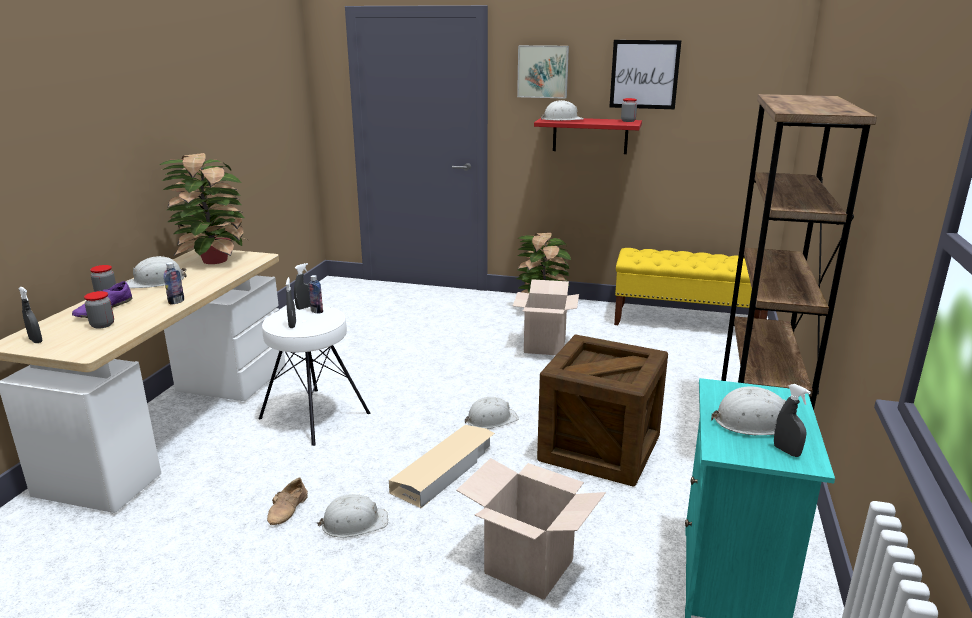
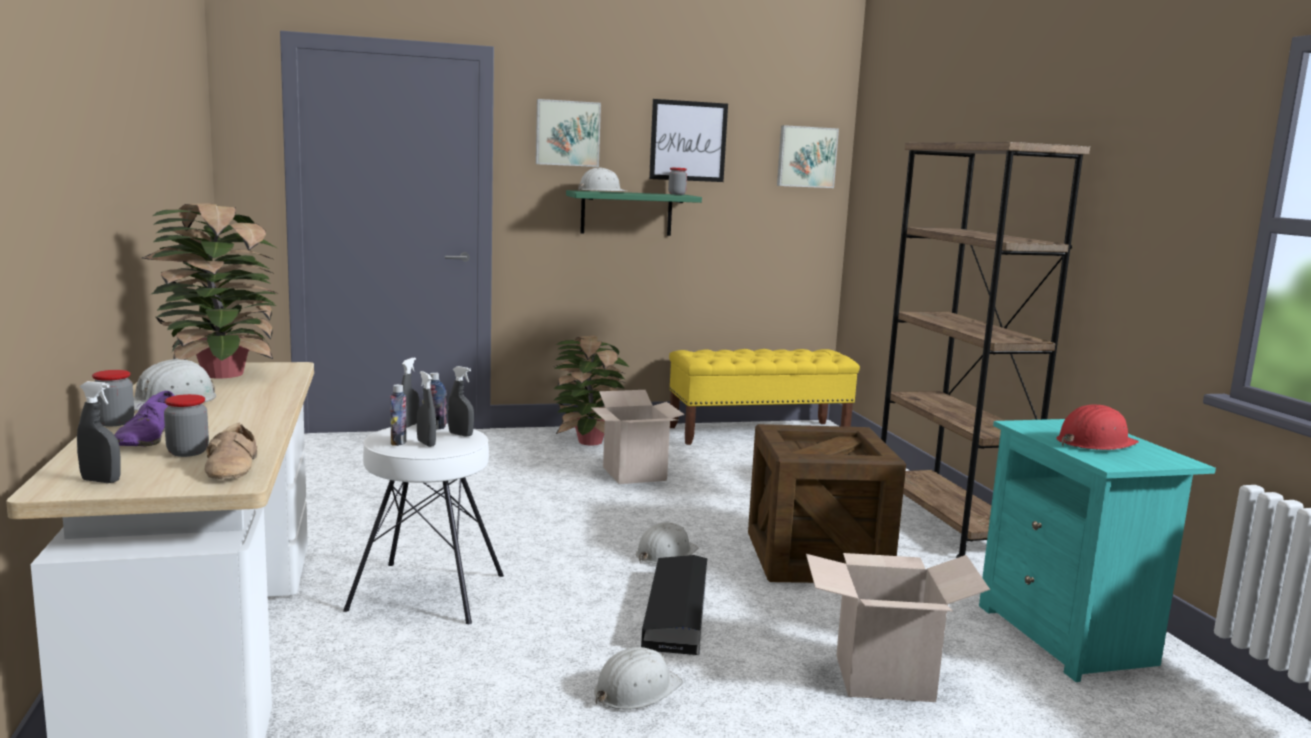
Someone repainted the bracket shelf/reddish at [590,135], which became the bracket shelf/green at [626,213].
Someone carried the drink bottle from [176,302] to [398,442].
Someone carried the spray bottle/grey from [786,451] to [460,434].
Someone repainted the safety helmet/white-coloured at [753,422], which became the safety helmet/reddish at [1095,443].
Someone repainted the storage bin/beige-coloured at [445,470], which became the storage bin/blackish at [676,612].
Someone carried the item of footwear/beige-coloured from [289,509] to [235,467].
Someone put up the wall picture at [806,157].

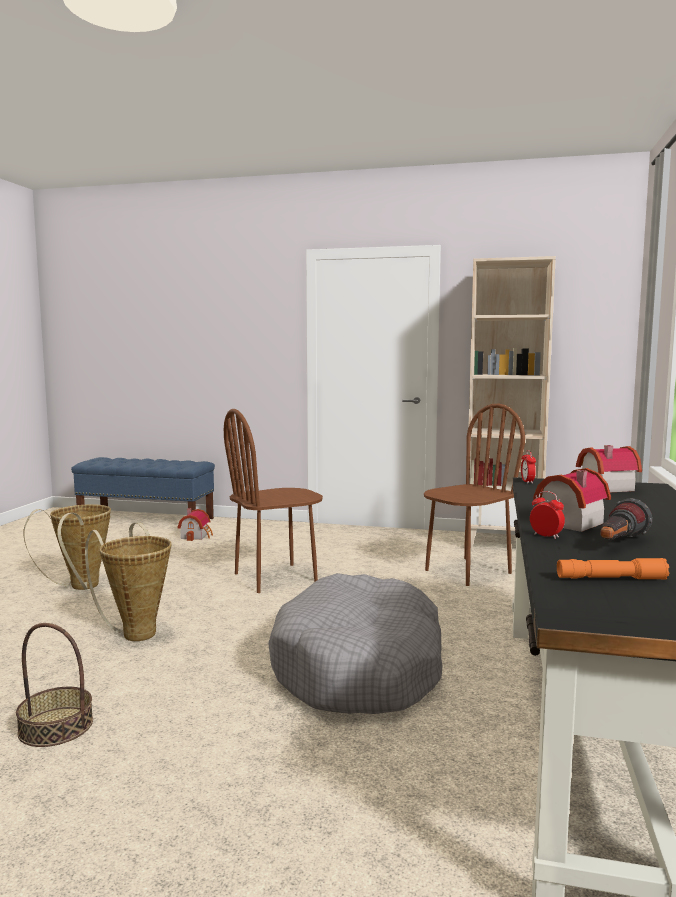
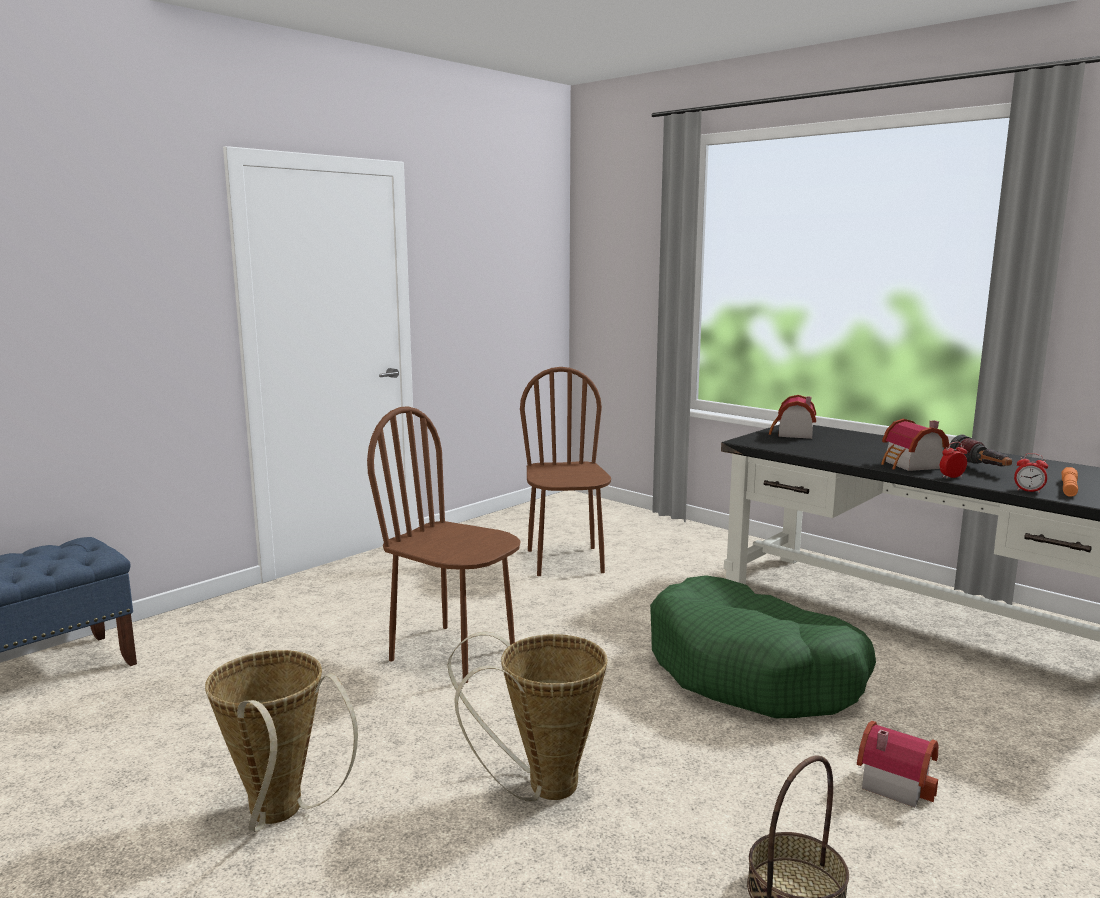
Someone took away the bookshelf/beige-coloured at [503,543].
Someone rotated the plain chair/brown-coloured at [275,577] by 120 degrees clockwise.
Someone carried the bedside clock from [527,482] to [1028,491].
Someone carried the miniature house from [196,536] to [894,782].
Someone repainted the dog bed/grey at [359,667], which became the dog bed/green at [753,672].

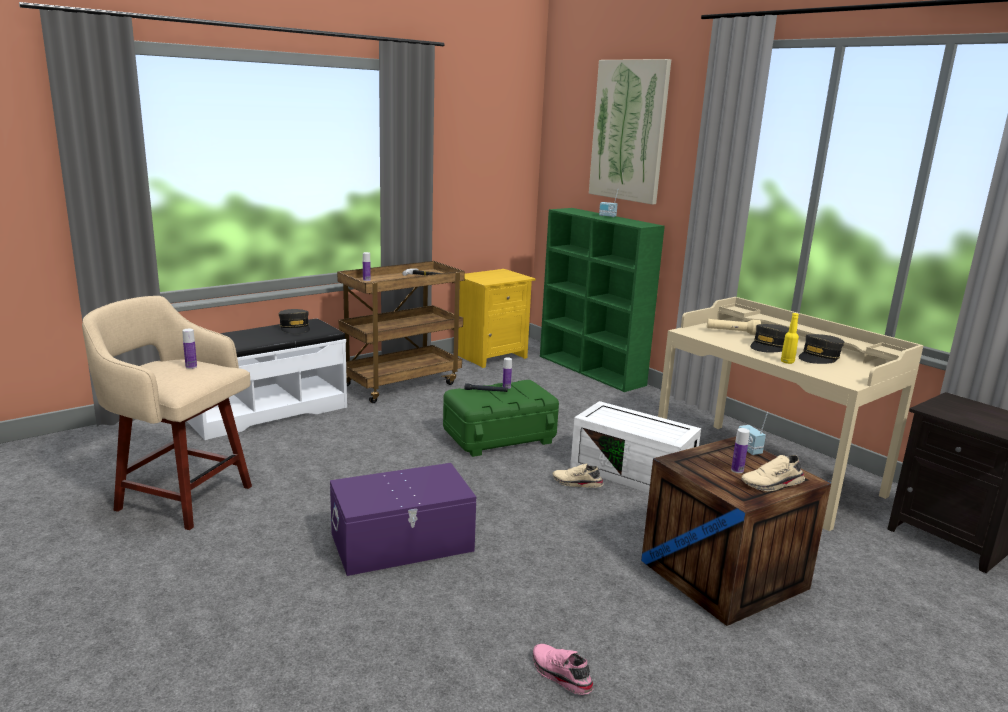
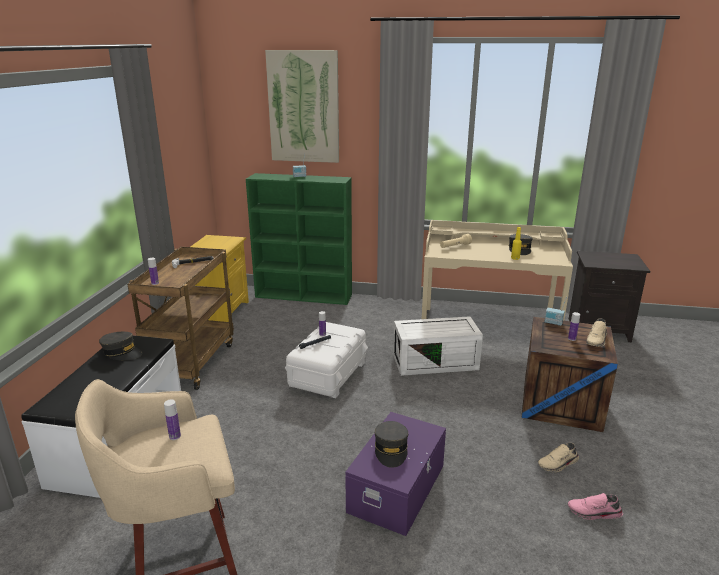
Someone carried the baseball cap/grey from [769,346] to [391,449].
Someone repainted the storage bin/green at [499,436], which became the storage bin/white-coloured at [327,374].
Someone carried the item of footwear/beige-coloured from [577,483] to [558,464].

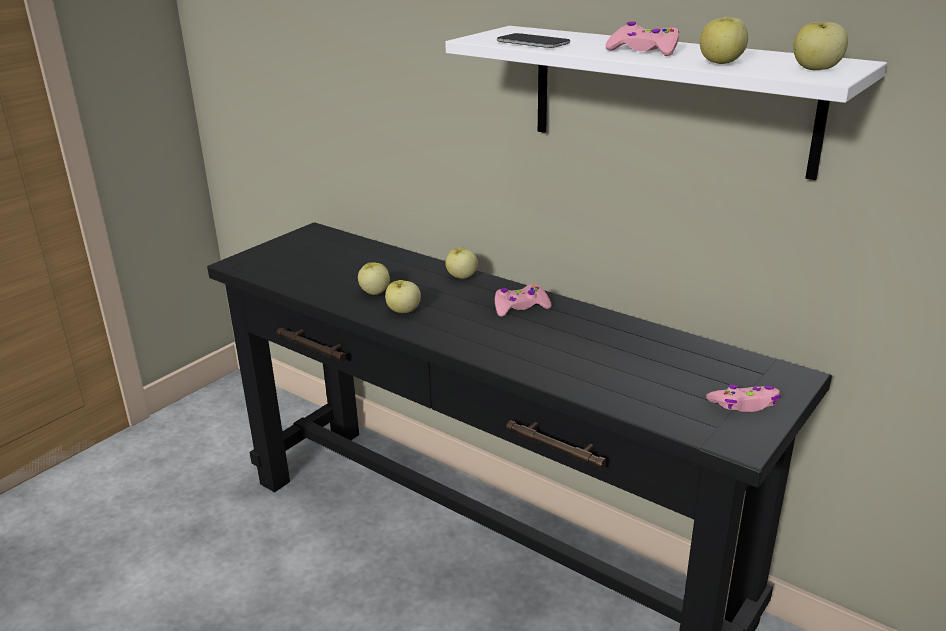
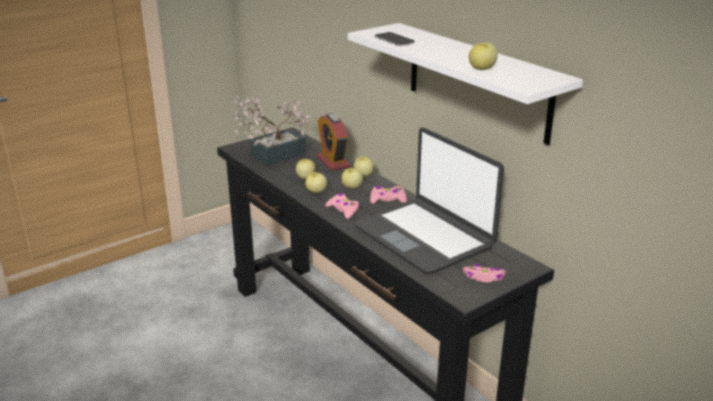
Someone carried the gamepad/pink from [643,50] to [343,210].
Someone carried the apple fruit from [815,69] to [352,187].
Someone put down the plant in a pot at [272,156].
Someone put down the bedside clock at [333,161].
Someone put down the notebook computer at [424,237].

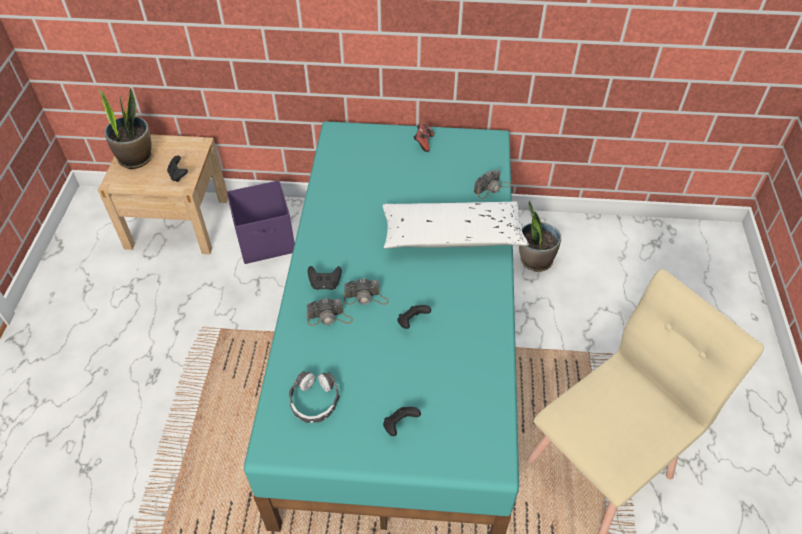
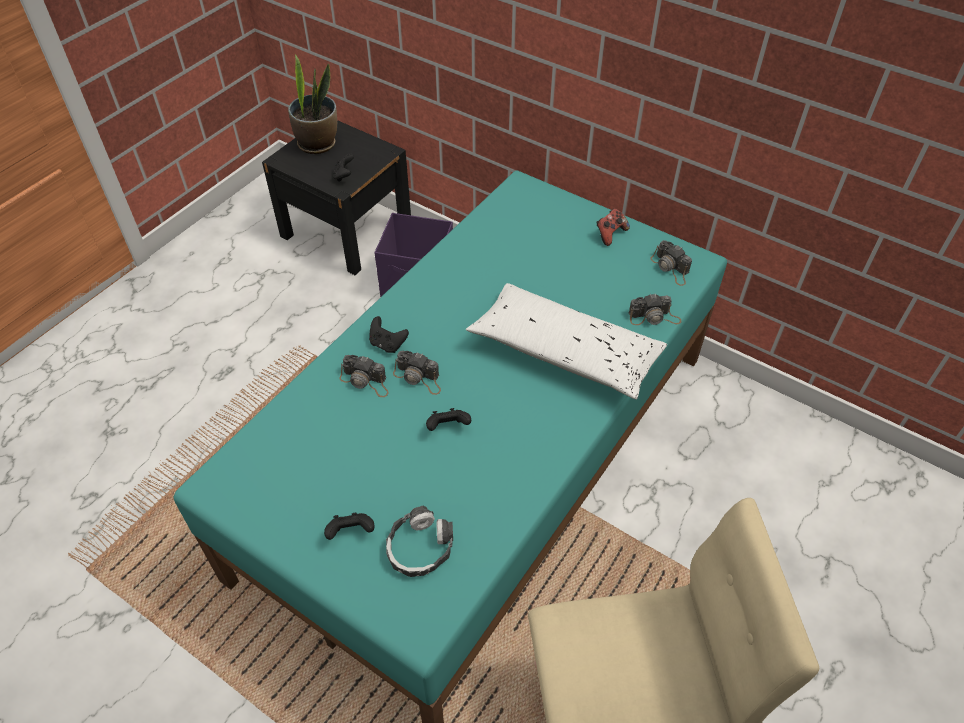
Someone repainted the bedside table/beige-coloured at [178,222], which became the bedside table/blackish at [346,230].
Someone took away the plant in a pot at [535,260].
Someone carried the headset from [314,401] to [420,548].
Someone put down the photo camera at [670,268].

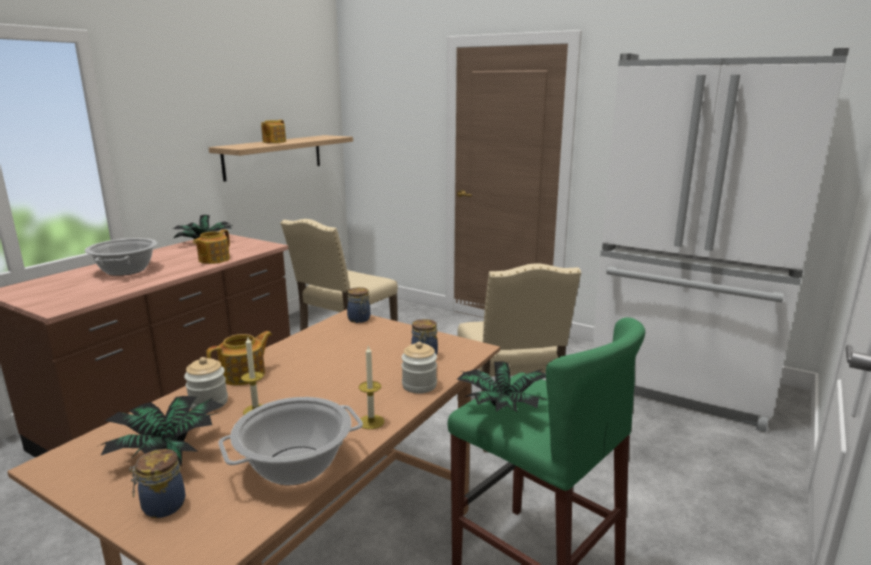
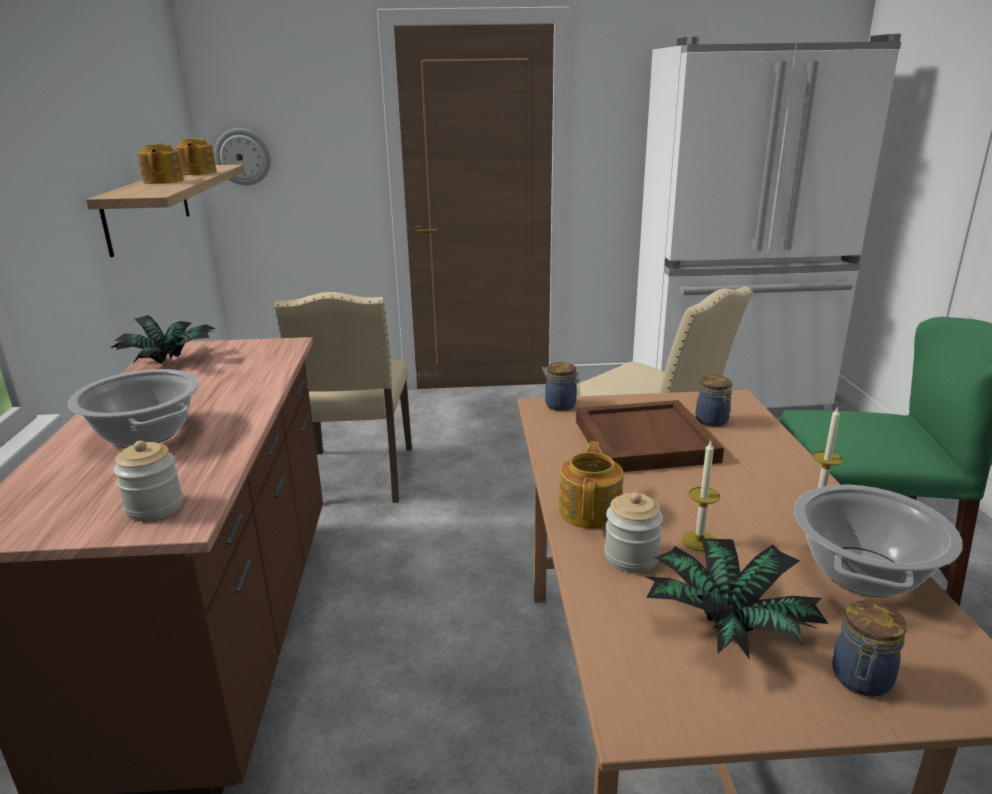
Someone carried the pot for tea from [213,260] to [197,173].
Someone carried the jar from [419,385] to [154,507].
Someone took away the plant in a pot at [501,408].
Someone put up the wall clock at [243,157].
Someone put down the serving tray/brown-coloured at [643,440].

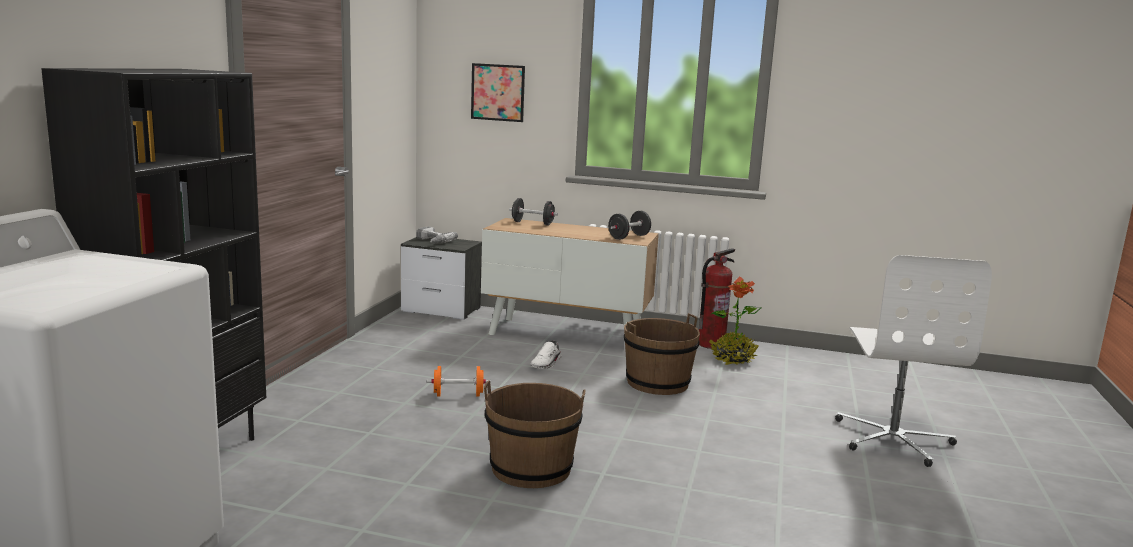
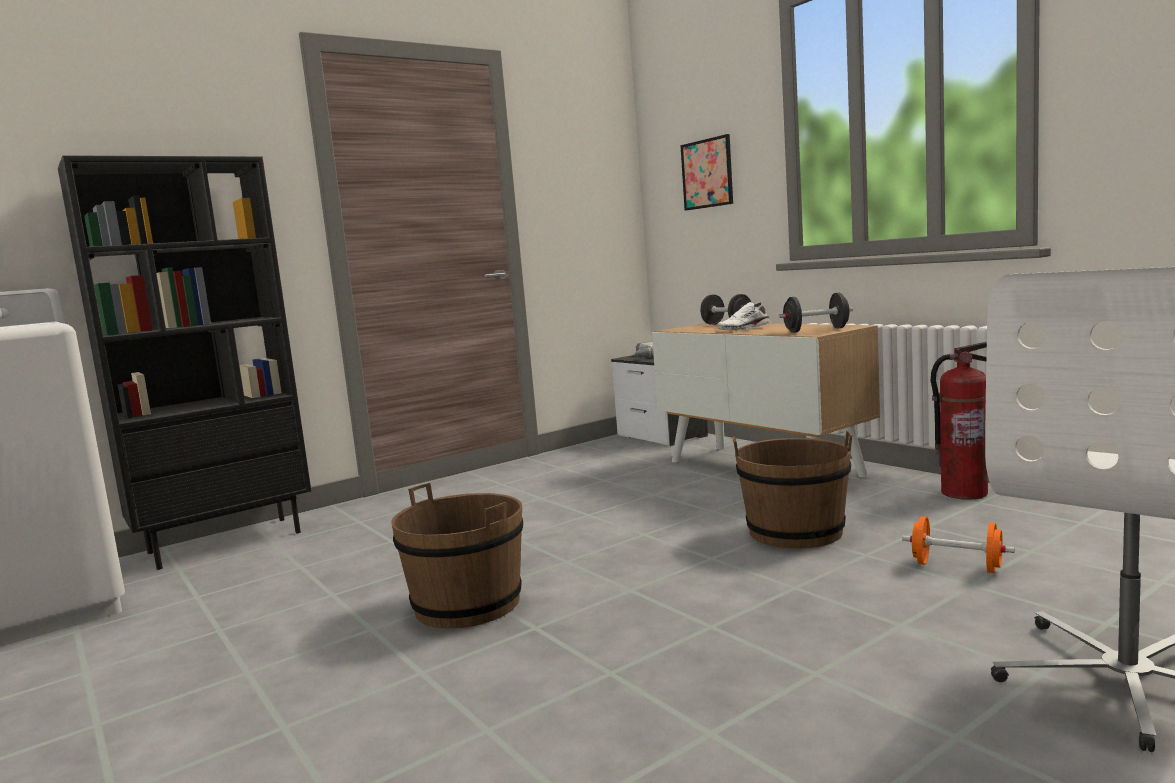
Someone took away the plant in a pot at [732,359].
Someone carried the item of footwear/white-coloured from [547,364] to [745,329].
Someone carried the hand weight/orange-coloured from [458,395] to [956,566].

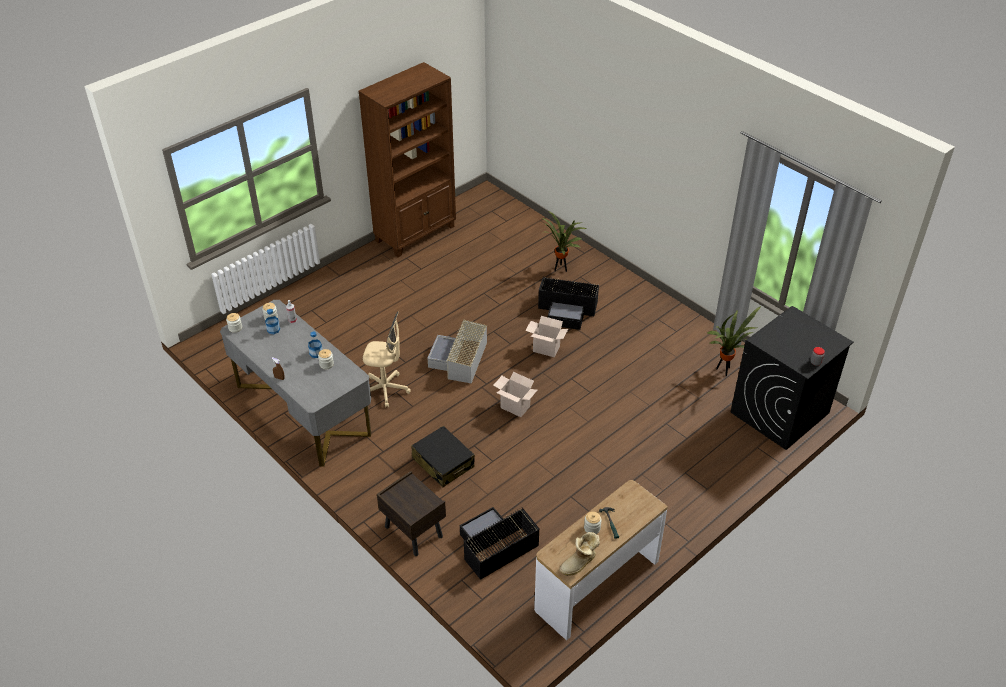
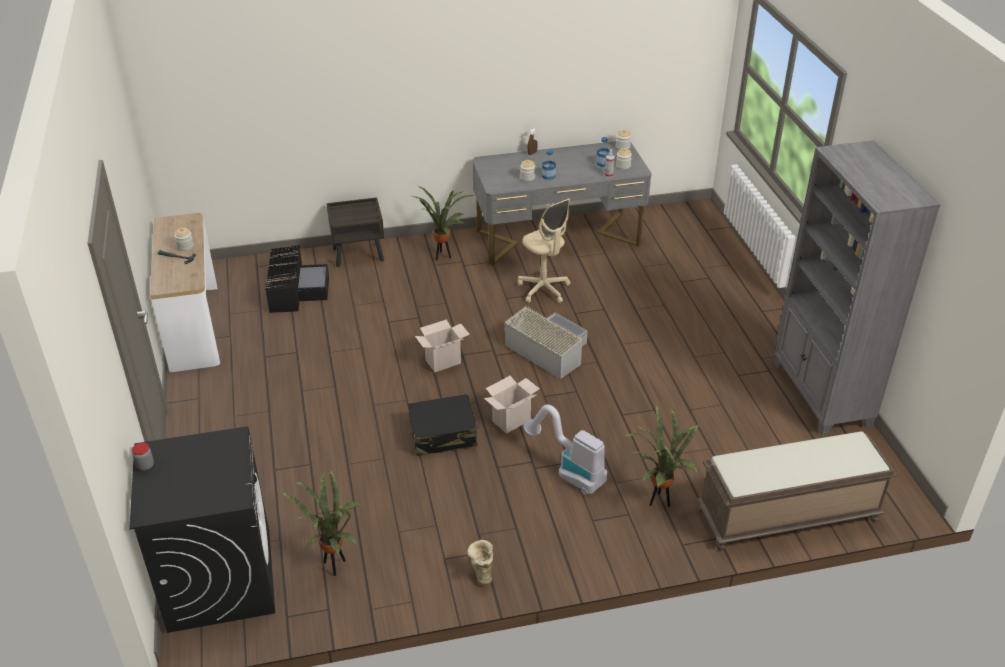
Someone repainted the bookshelf/brown-coloured at [416,233], which became the bookshelf/grey at [821,395].
Someone swapped the storage bin/blackish at [568,309] for the vacuum at [568,470].
Someone rotated the desk chair/beige-coloured at [386,390] by 75 degrees counterclockwise.
Someone carried the piece of luggage/blackish from [443,463] to [443,434].
Someone carried the high-top boot from [579,564] to [481,569].
Someone put down the plant in a pot at [443,257].
Someone put down the indoor bench/brown-coloured at [787,516].

